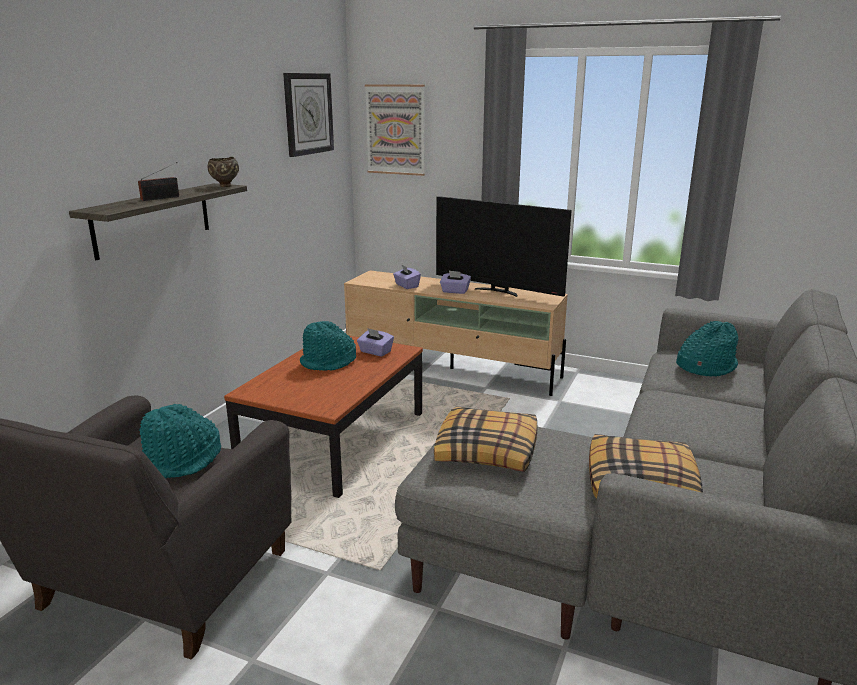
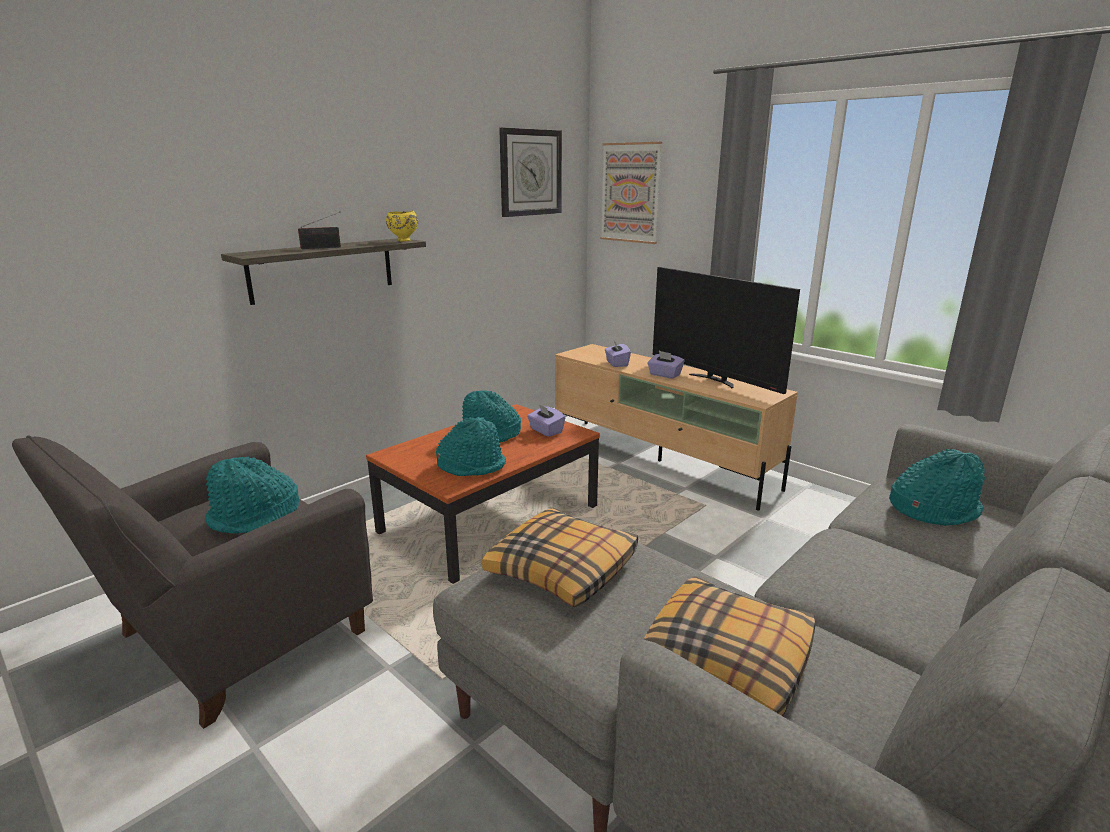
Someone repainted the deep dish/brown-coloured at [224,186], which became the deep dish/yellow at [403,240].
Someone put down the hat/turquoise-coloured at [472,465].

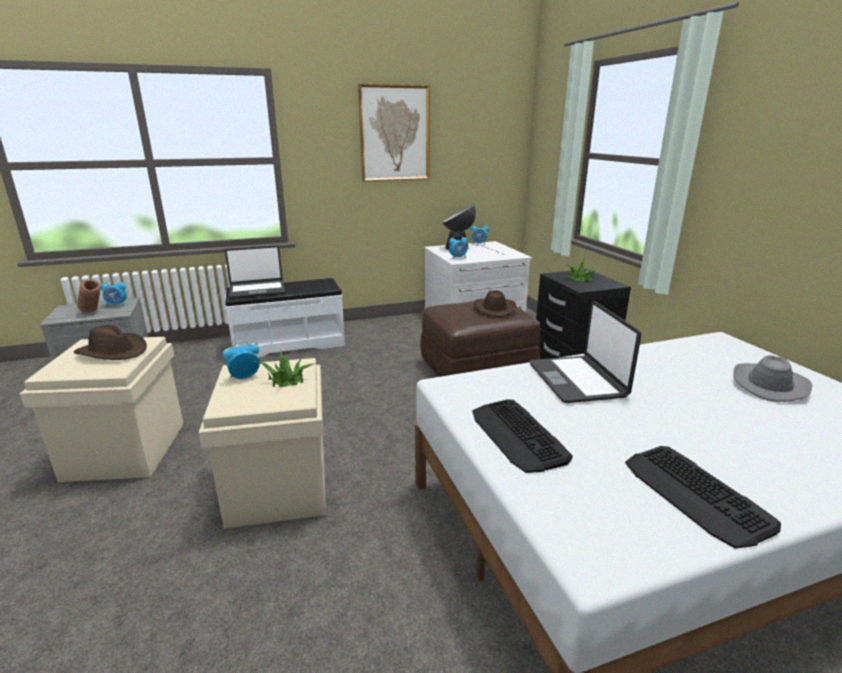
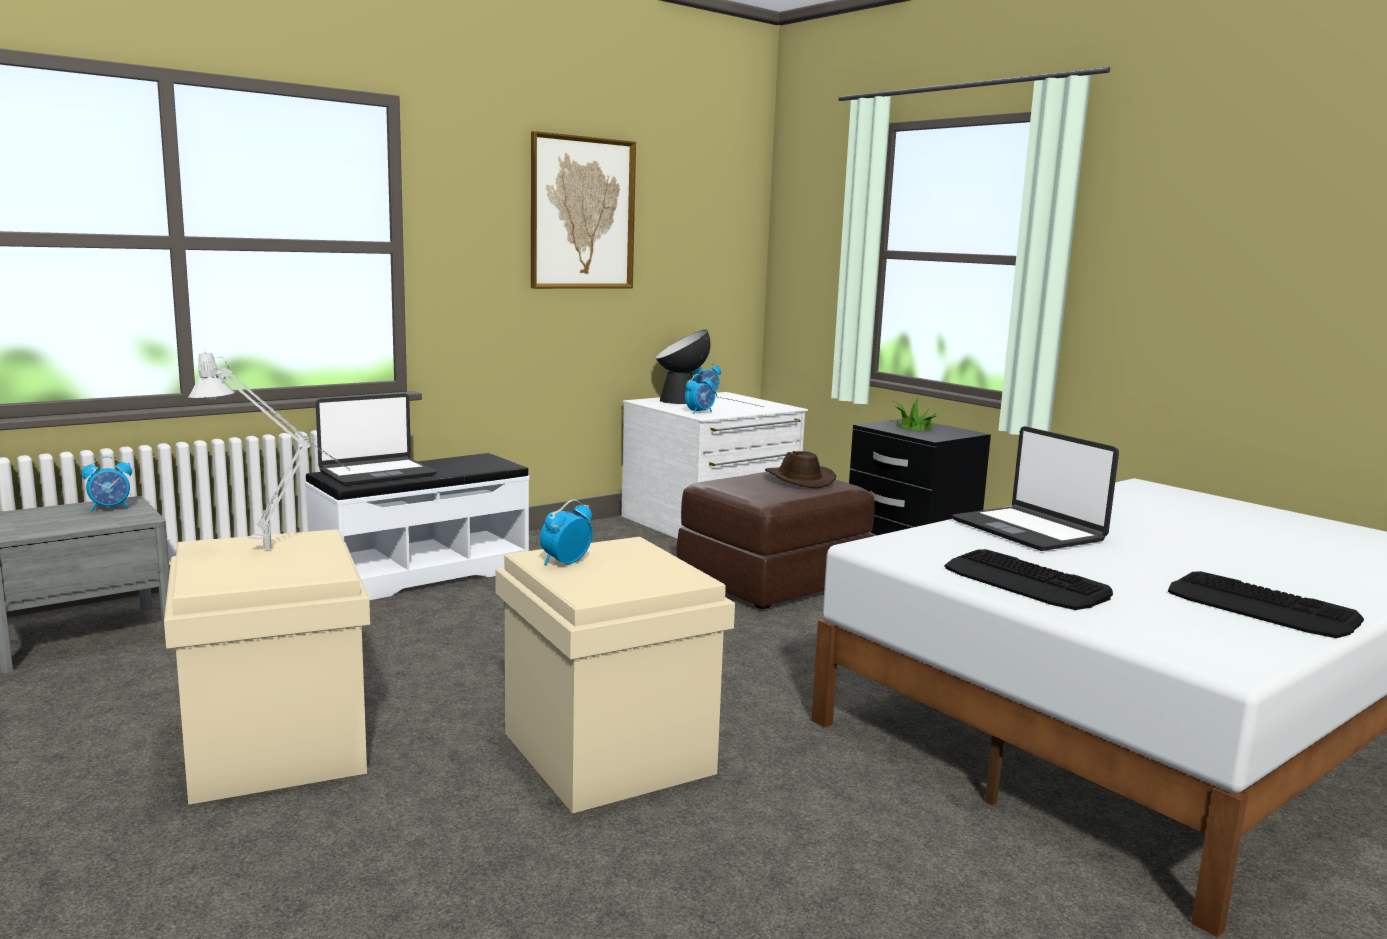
Someone took away the vase/brown-coloured at [93,312].
Someone swapped the hat/brown-coloured at [113,351] for the table lamp/grey at [278,551].
Someone took away the plant in a pot at [286,379].
Someone took away the hat/grey at [768,384].

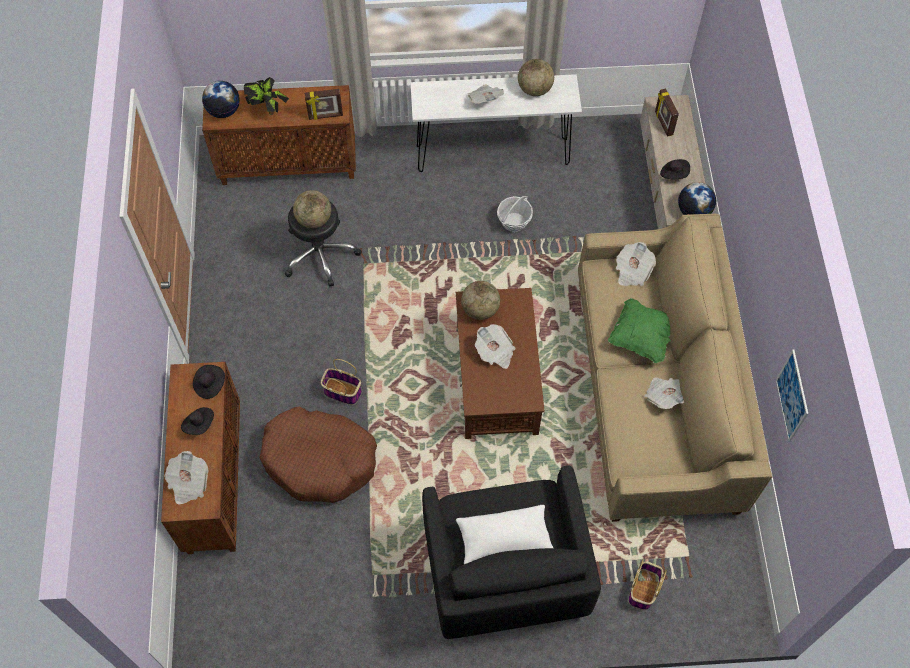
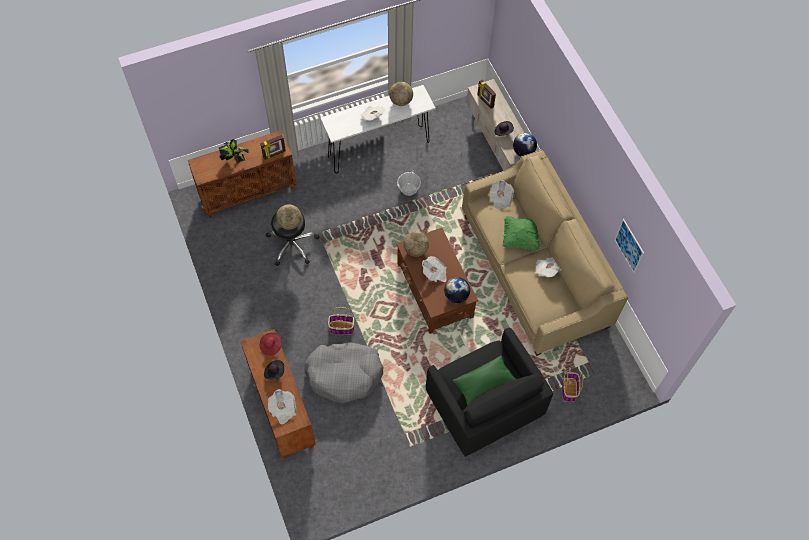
Someone carried the world globe from [224,111] to [456,295].
Someone repainted the hat/blackish at [210,385], which became the hat/reddish at [271,346].
Someone repainted the dog bed/brown-coloured at [319,460], which became the dog bed/grey at [344,374].
Someone repainted the cushion/white-coloured at [504,538], which became the cushion/green at [483,383].

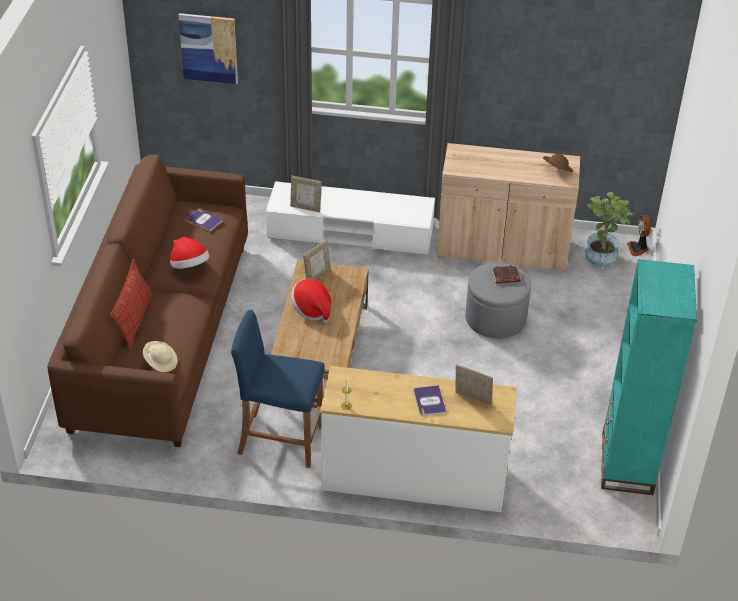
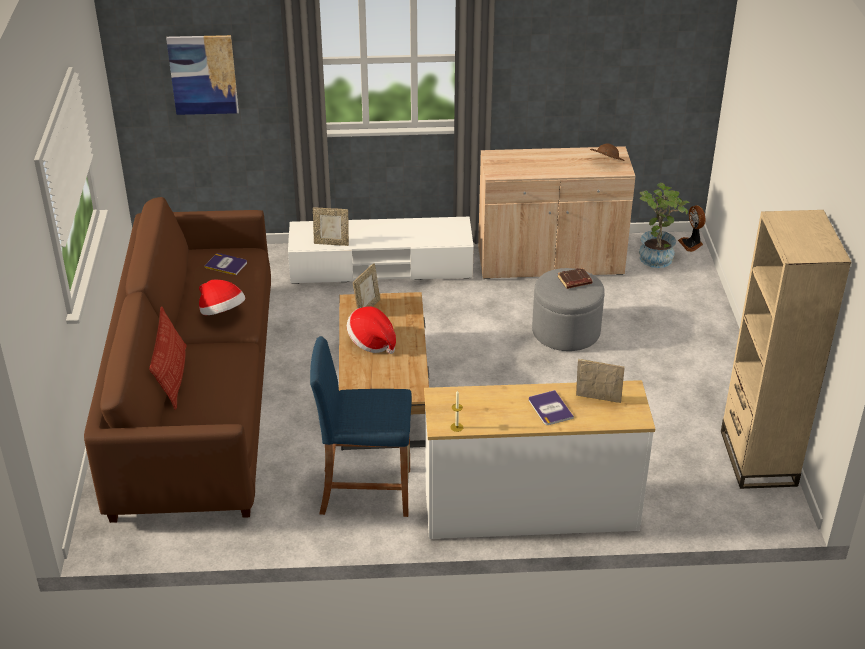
Someone repainted the bookshelf/turquoise-coloured at [626,463], which became the bookshelf/beige-coloured at [758,458].
Someone took away the hat/beige-coloured at [161,362].

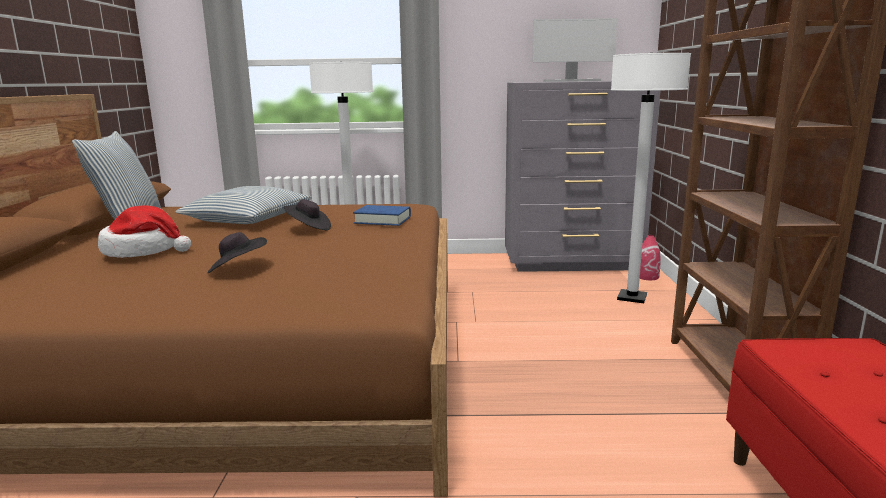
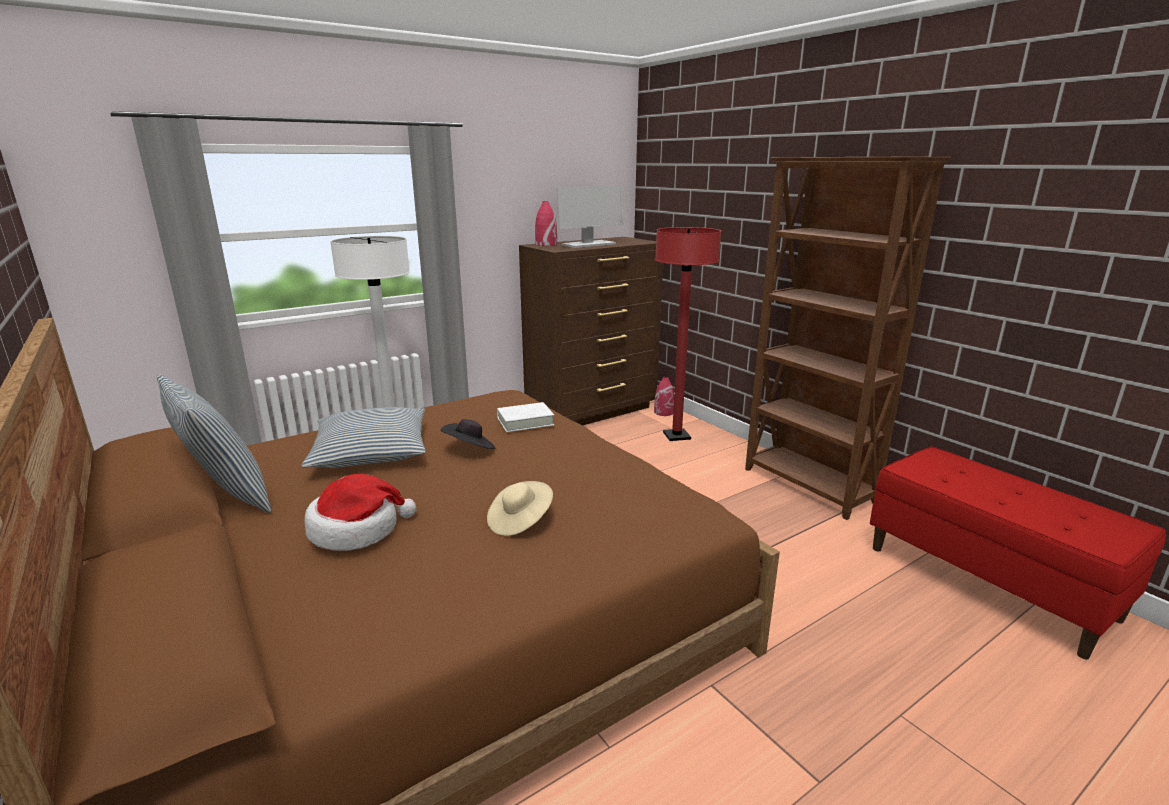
Someone repainted the standing lamp/white-coloured at [632,298], which became the standing lamp/reddish at [676,436].
Someone repainted the drawer chest/grey at [572,262], which became the drawer chest/brown-coloured at [593,411].
Someone repainted the volume/blue-coloured at [382,220], which became the volume/white-coloured at [525,421].
Someone repainted the hat/blackish at [237,269], which became the hat/beige-coloured at [520,521].
Someone put down the vase/reddish at [546,244].

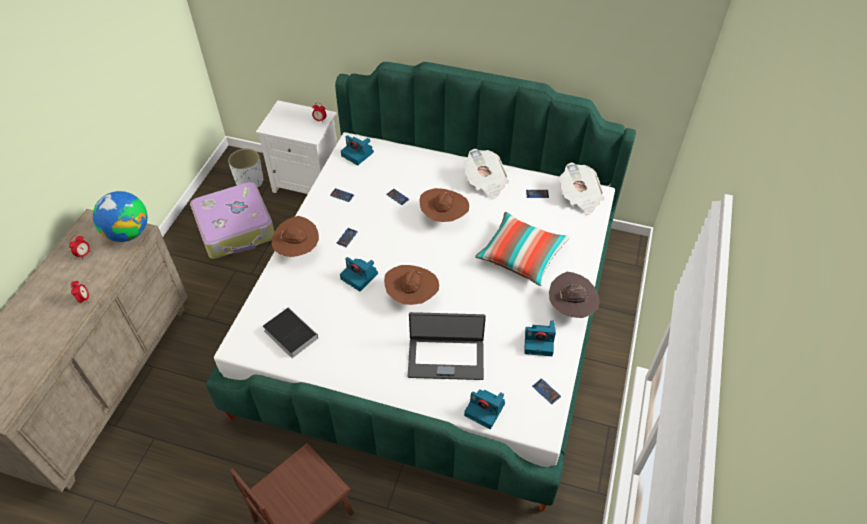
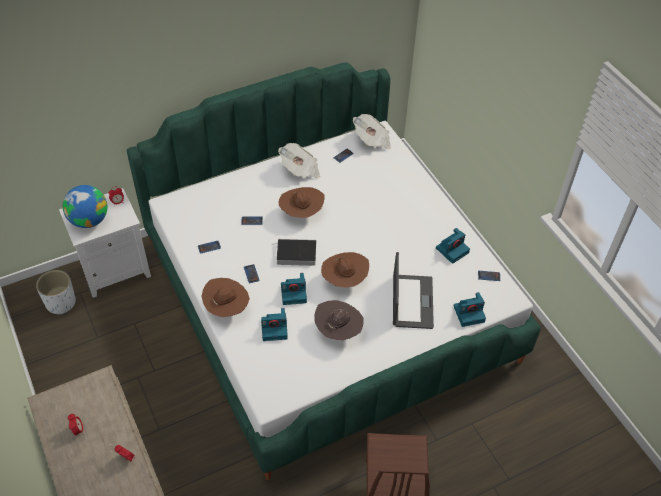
Someone carried the photo camera from [358,154] to [275,328].
Someone took away the piece of luggage at [236,228].
Someone carried the world globe from [128,233] to [89,220].
Someone took away the cushion at [521,256].
Someone carried the hat/brown-coloured from [571,308] to [338,330].
Someone carried the volume from [289,333] to [295,254].
Someone rotated the notebook computer at [446,358] by 45 degrees counterclockwise.

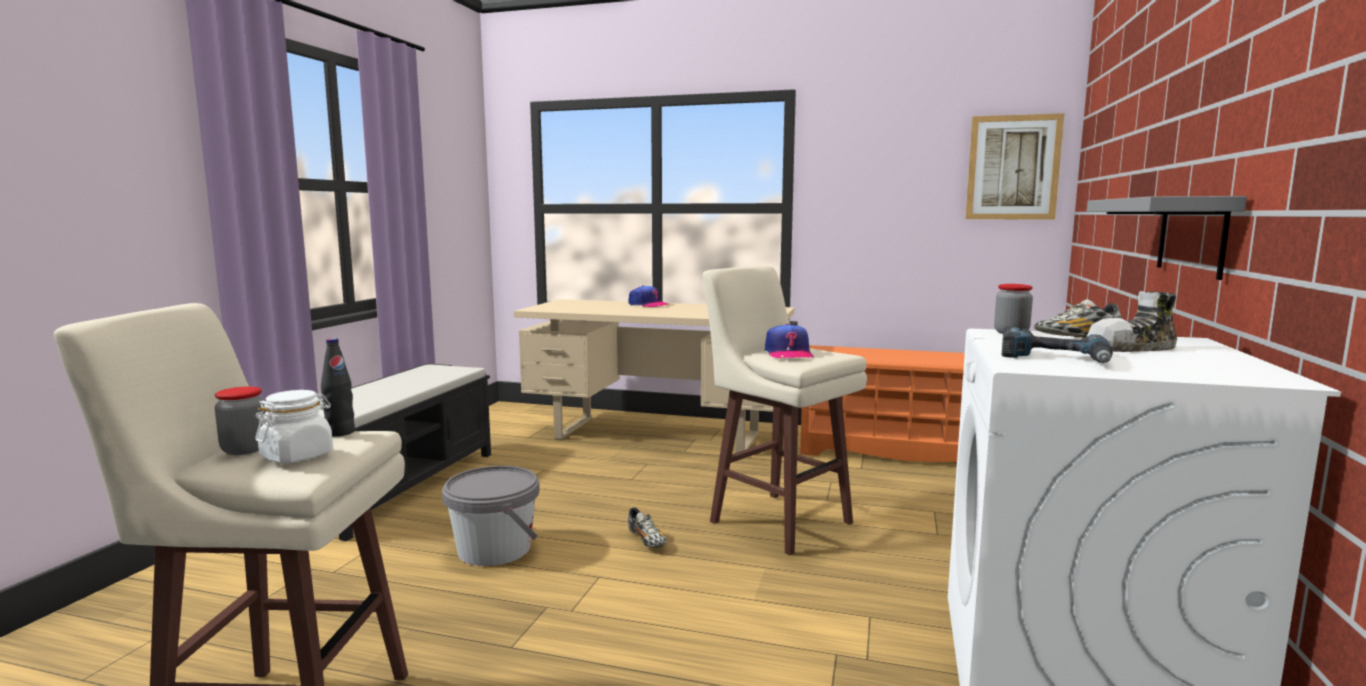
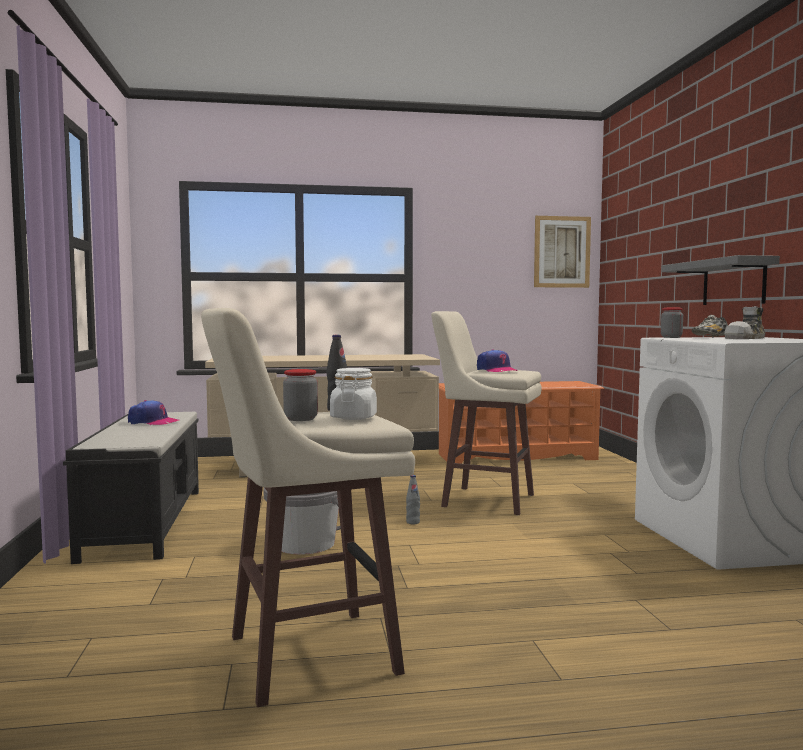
Someone carried the baseball cap from [648,305] to [153,422].
Someone took away the drill at [1054,358].
Someone swapped the item of footwear at [647,541] for the drink bottle/grey at [413,522].

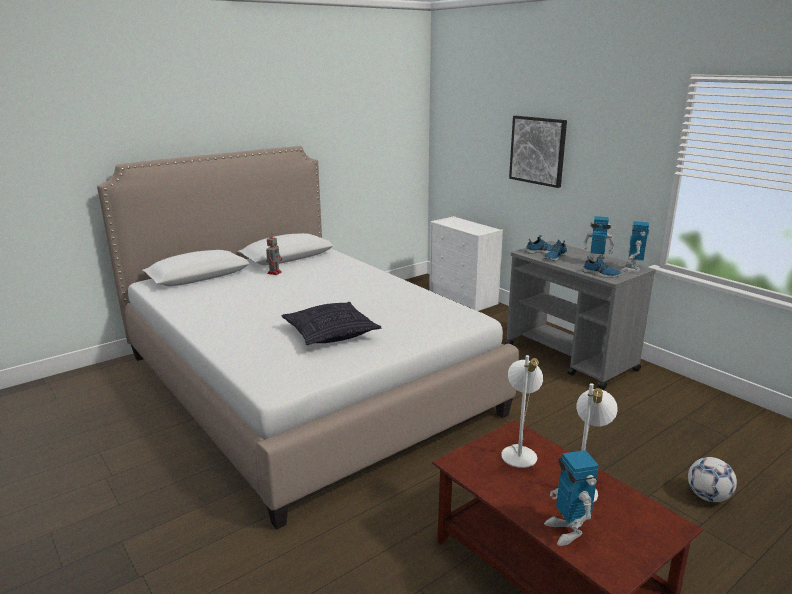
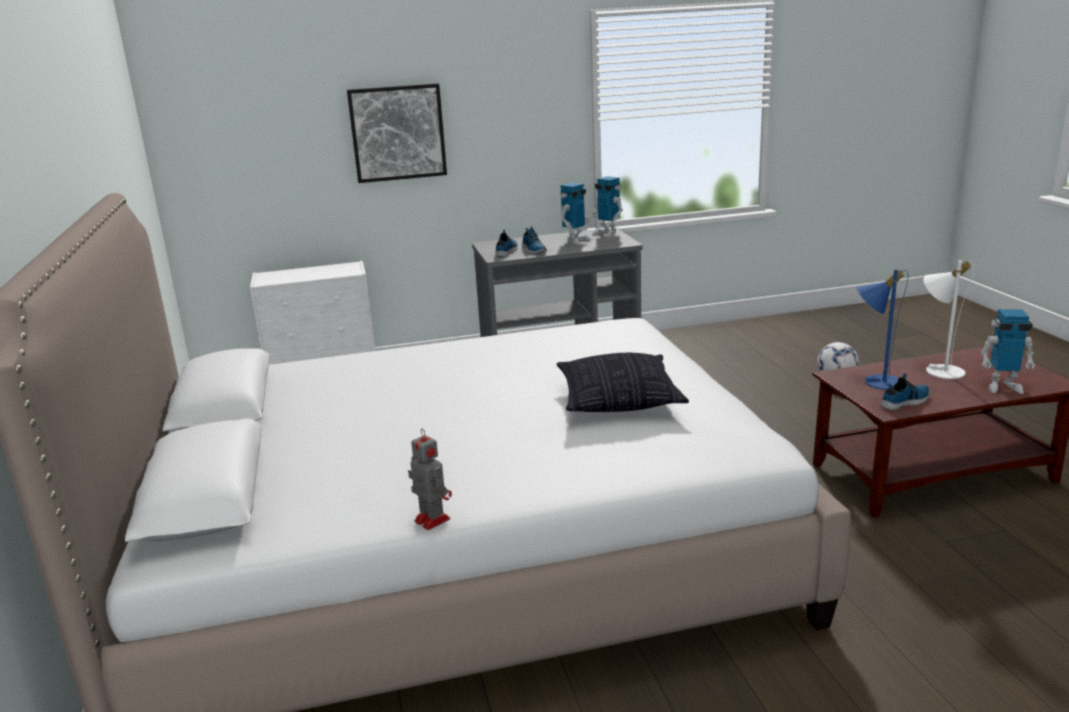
Someone carried the robot figure from [275,272] to [431,519].
Someone carried the item of footwear from [601,274] to [906,401].
Someone repainted the table lamp/white-coloured at [519,452], which became the table lamp/blue-coloured at [876,380].

